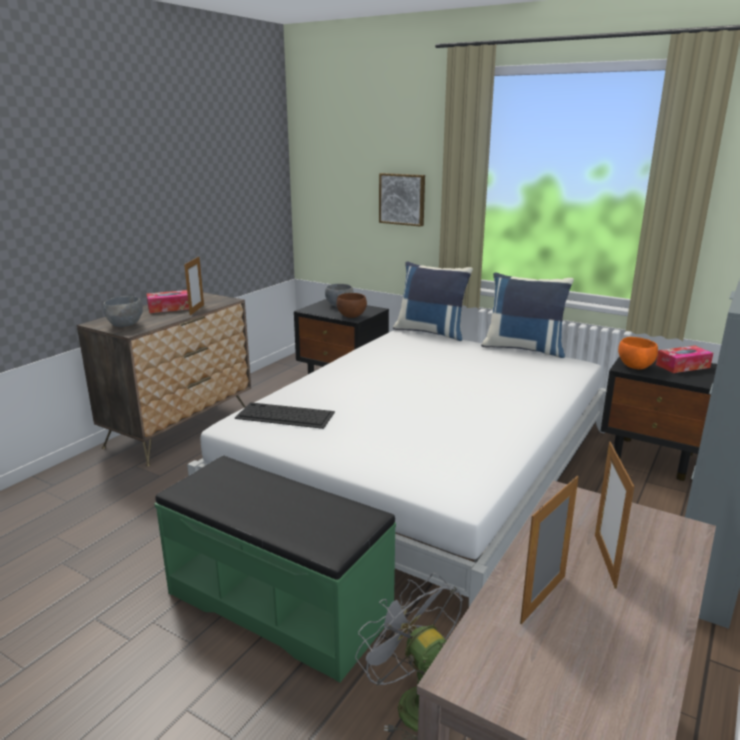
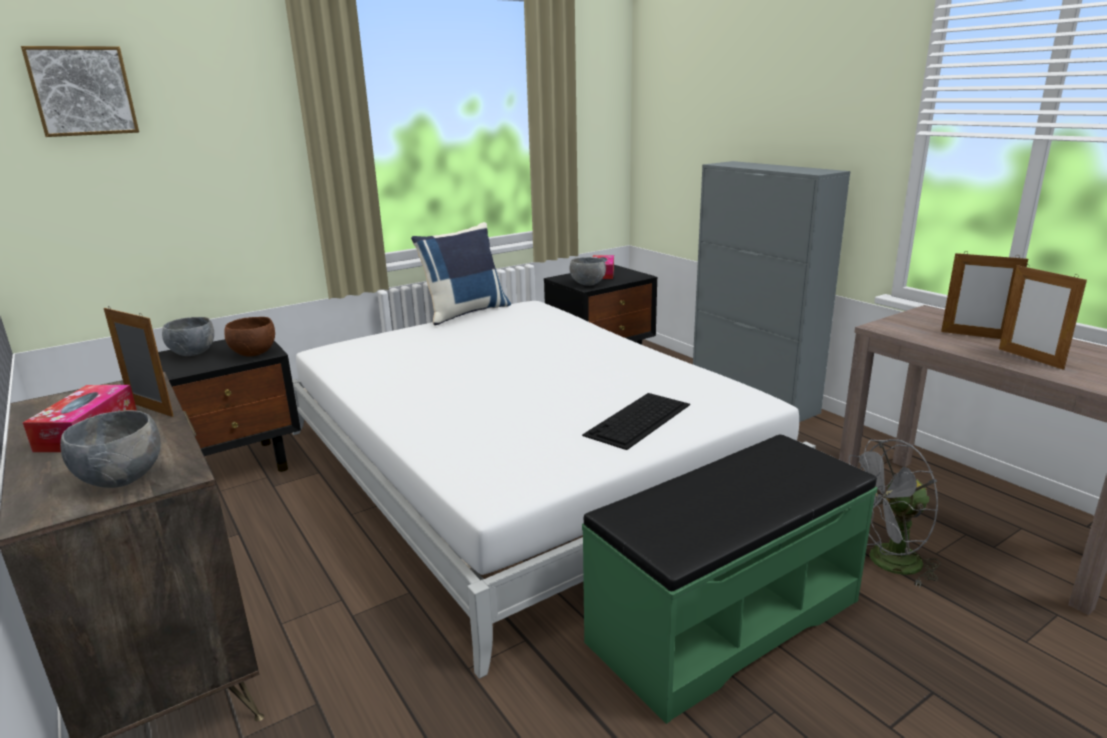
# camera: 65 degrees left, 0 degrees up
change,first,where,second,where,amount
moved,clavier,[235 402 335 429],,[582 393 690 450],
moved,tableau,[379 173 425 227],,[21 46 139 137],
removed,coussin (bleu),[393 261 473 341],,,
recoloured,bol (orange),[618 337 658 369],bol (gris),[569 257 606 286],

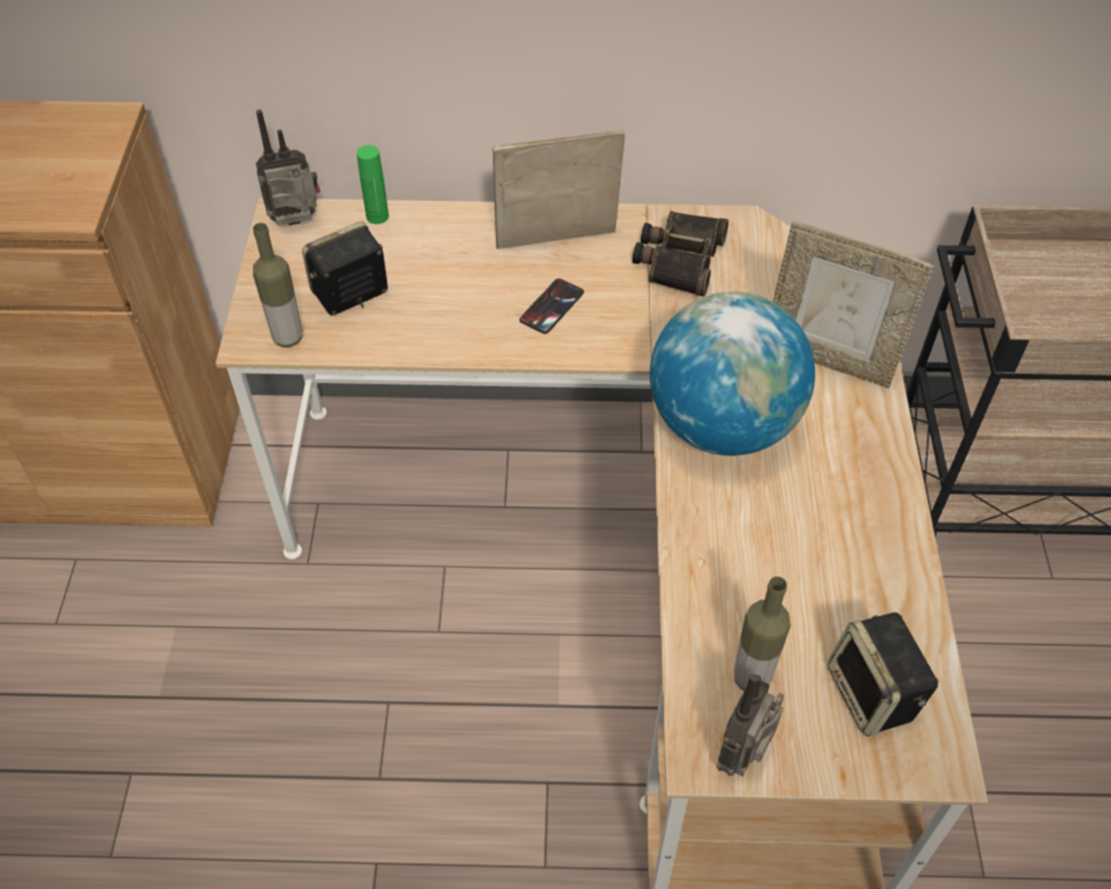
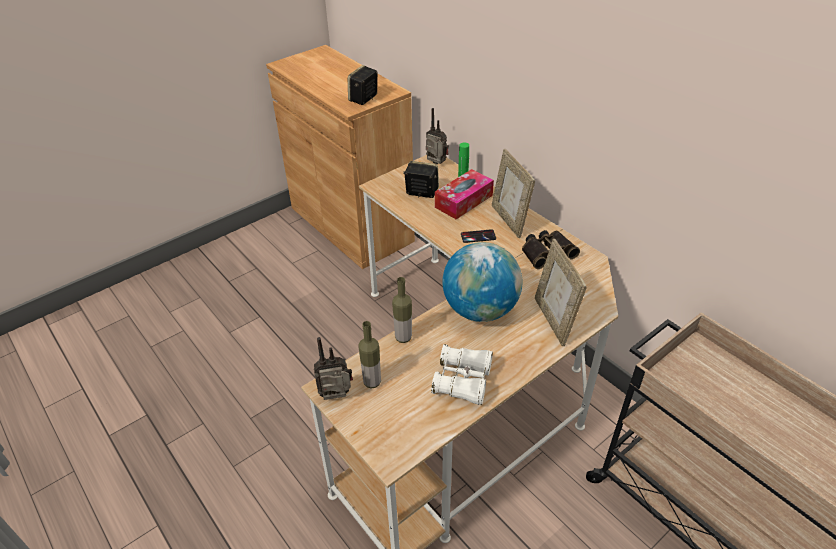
# camera: 50 degrees right, 10 degrees down
change,first,where,second,where,amount
moved,bouteille,[253 223 302 348],,[392 277 412 343],
turned,cadre photo,[493 130 625 249],,[492 149 535 238],150 degrees counterclockwise
moved,enceinte,[828 613 939 736],,[348 65 378 105],
added,,,jumelles (blanc),[431 344 493 405],
added,,,boîte à mouchoirs,[435 169 494 219],

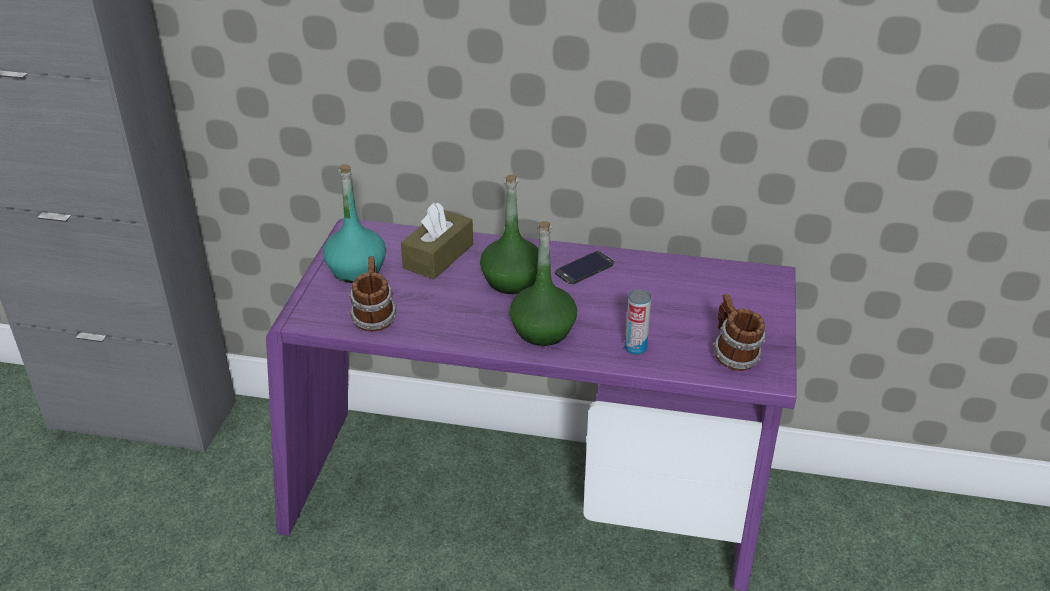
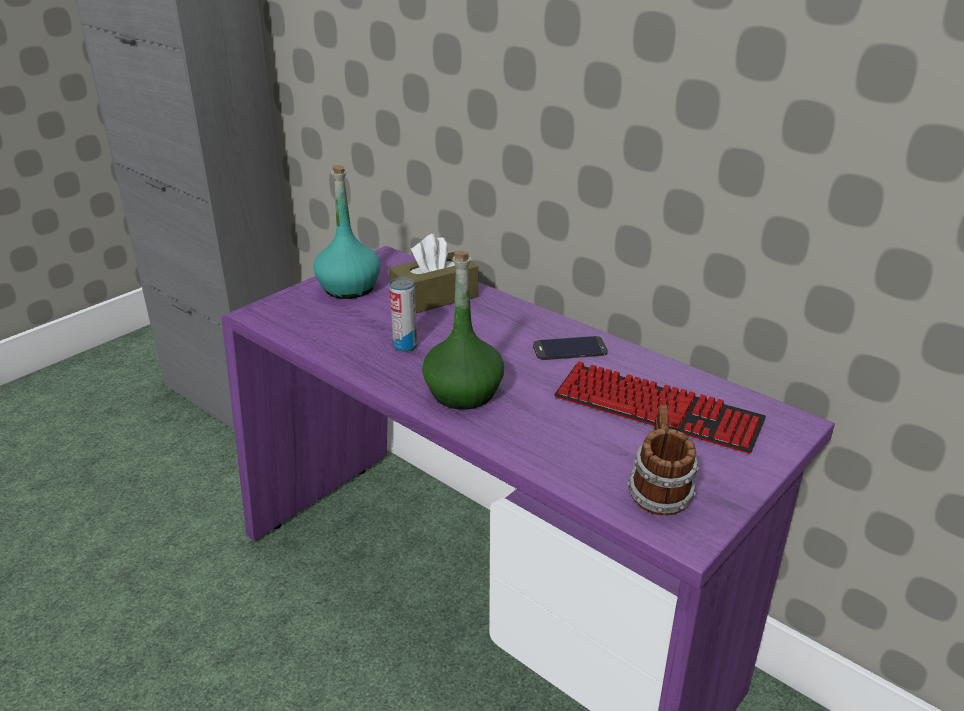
# camera: 30 degrees right, 5 degrees down
change,first,where,second,where,amount
removed,mug,[349 256 396 332],,,
removed,bouteille (vert),[480 174 538 294],,,
moved,boîte métallique,[625 289 651 355],,[389 277 417 352],
added,,,clavier,[554 361 766 454],

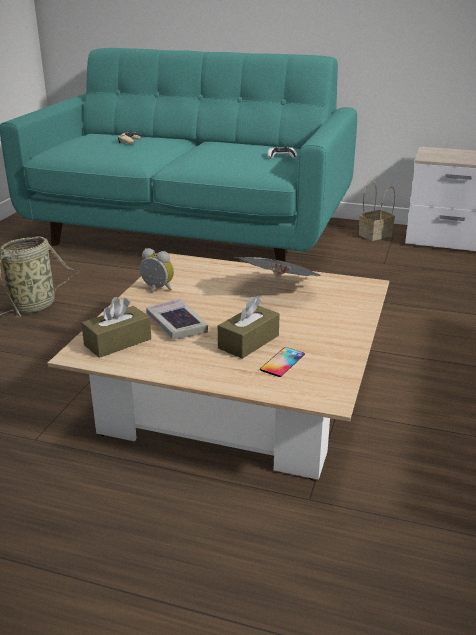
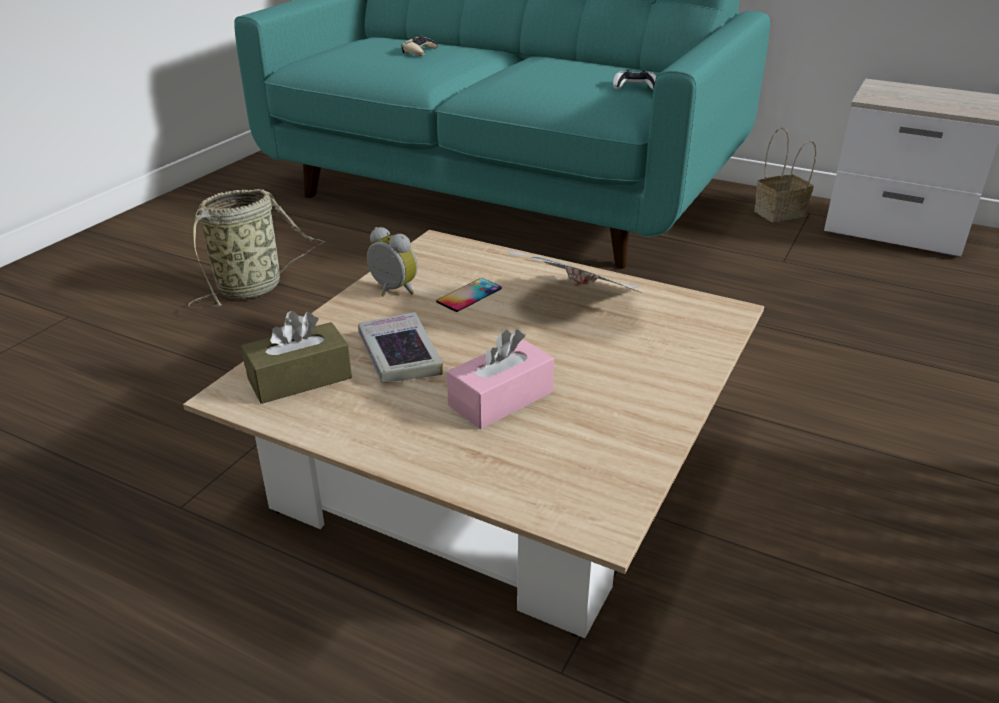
# camera: 10 degrees right, 5 degrees up
change,first,where,second,where,amount
recoloured,boîte à mouchoirs (marron),[218 296 280 359],boîte à mouchoirs (rose),[447 329 554 429],
moved,téléphone,[260 347 305 377],,[436 278 502 312],

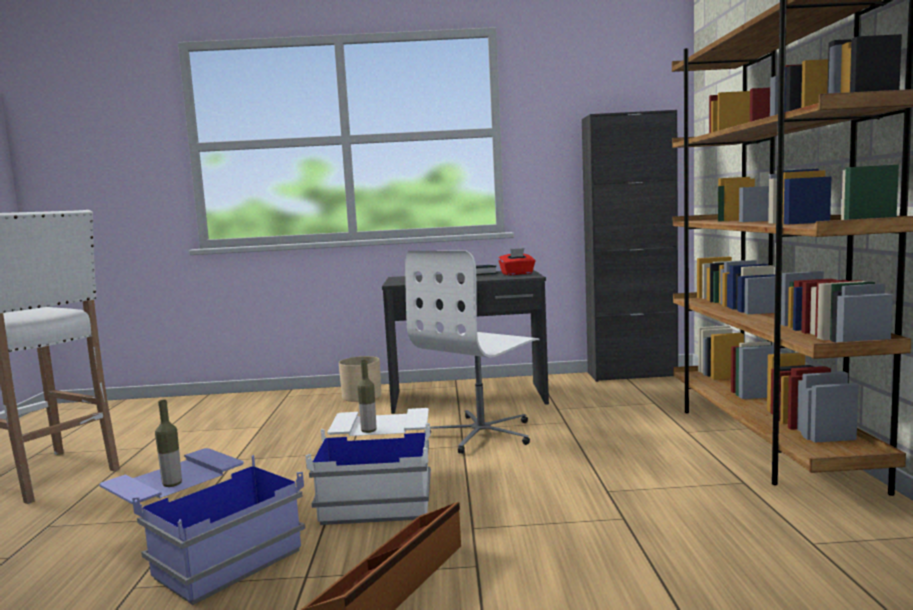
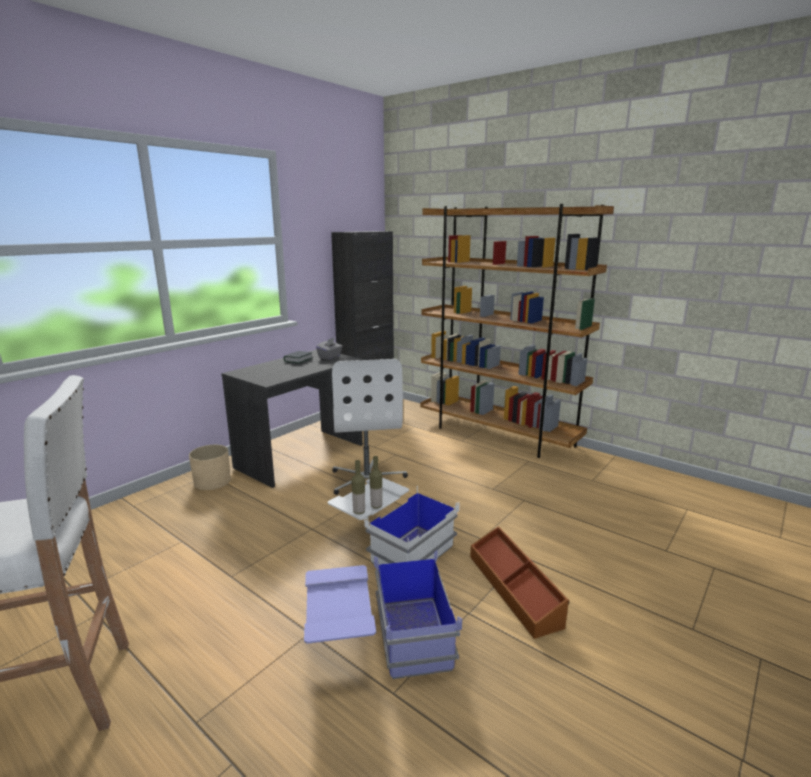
# camera: 50 degrees left, 10 degrees up
change,first,where,second,where,amount
moved,bouteille,[155 400 182 487],,[351 460 365 514],
recoloured,boîte à mouchoirs (rouge),[498 248 536 275],boîte à mouchoirs (gris),[316 337 342 360],

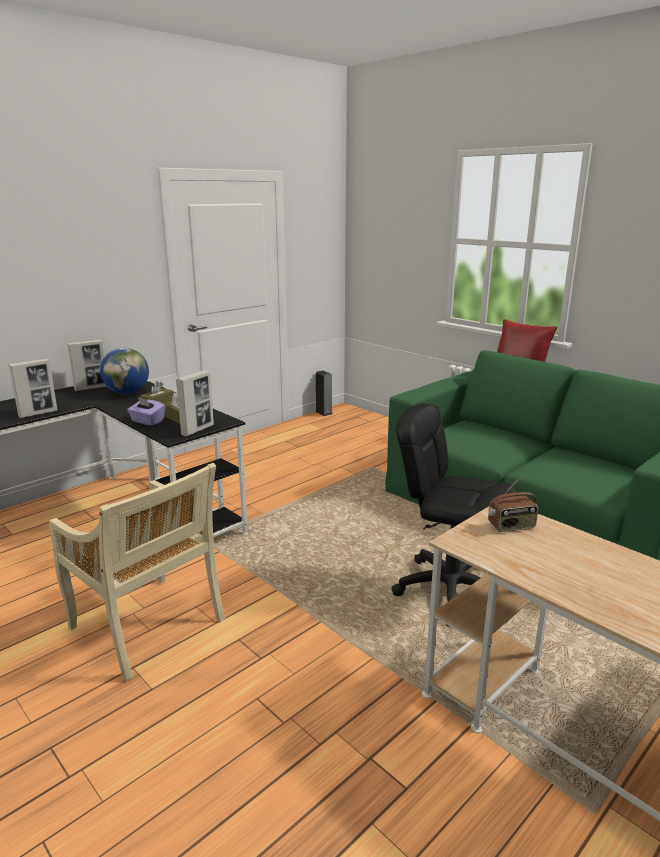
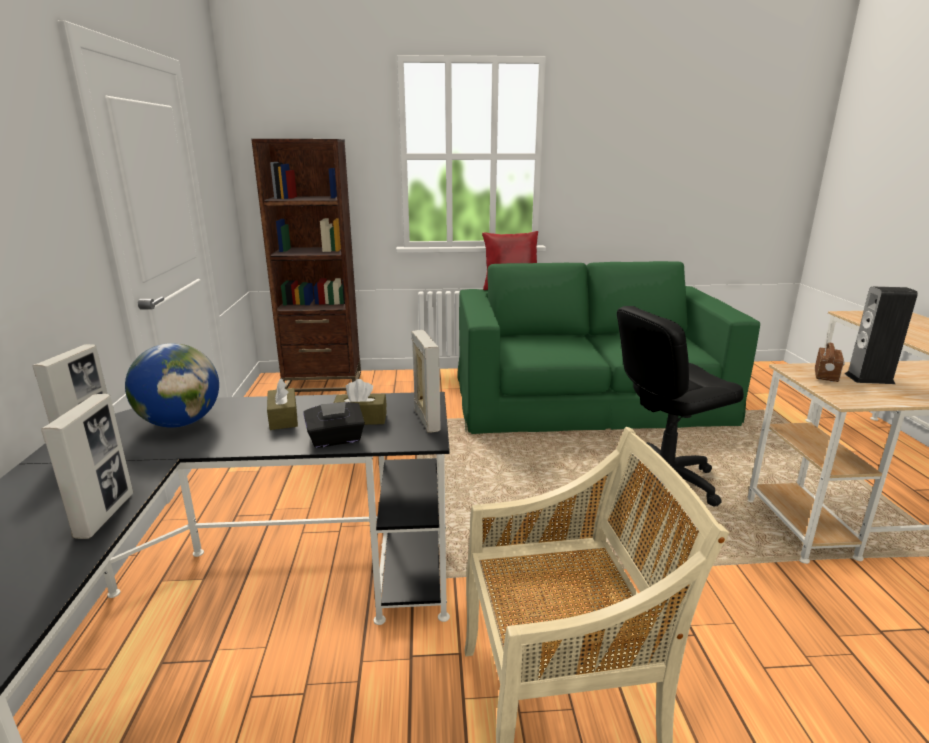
# camera: 50 degrees left, 0 degrees up
change,first,where,second,where,amount
recoloured,boîte à mouchoirs (violet),[127 397 165 426],boîte à mouchoirs (noir),[303 402 365 448],
moved,enceinte,[315 370 333 416],,[845 286 918 384],
added,,,bibliothèque (marron),[251 139 361 392],

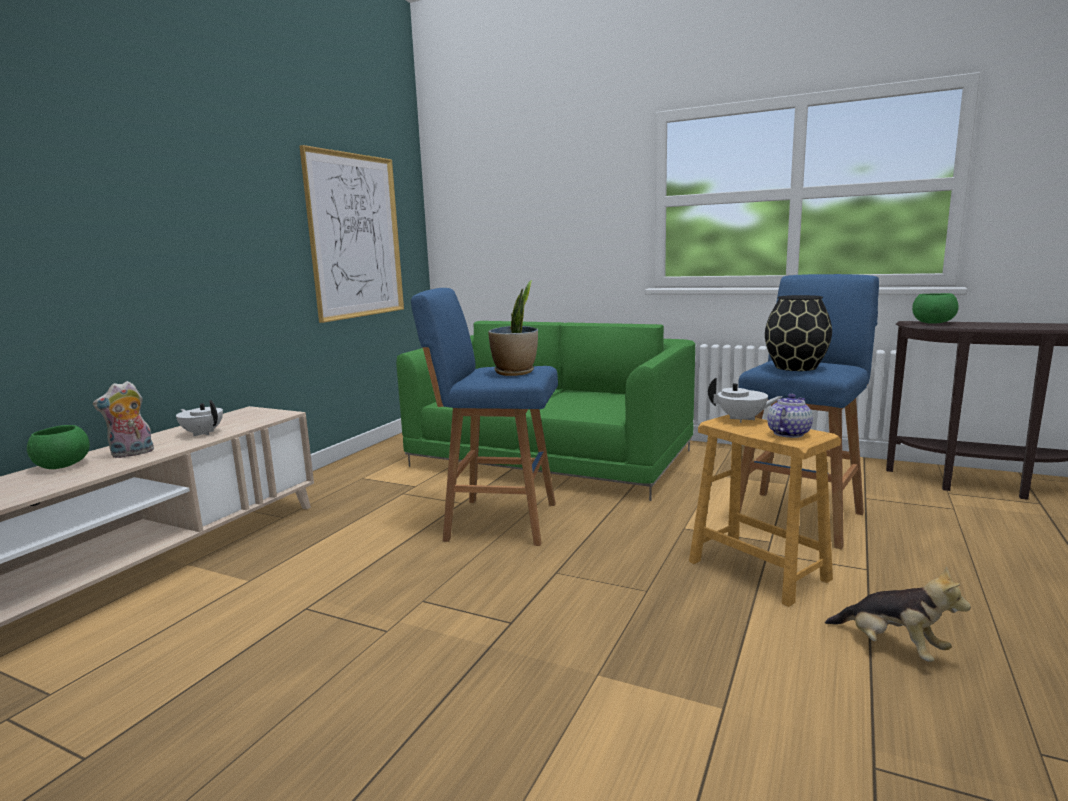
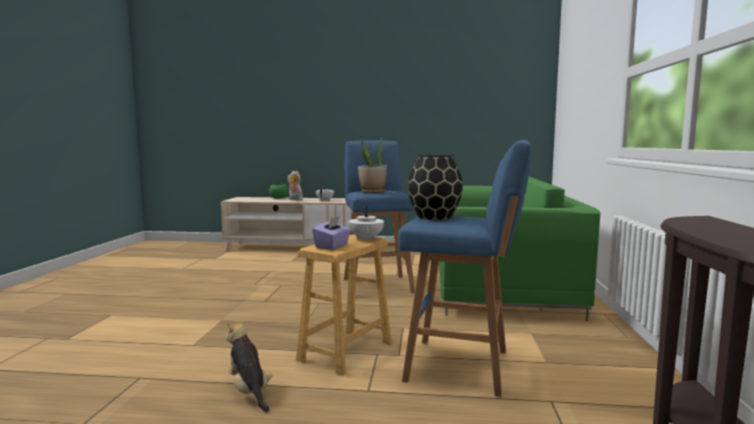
# camera: 70 degrees right, 5 degrees down
change,first,where,second,where,amount
removed,tableau,[299 145 404 323],,,
replaced,théière,[767 394 813 438],boîte à mouchoirs (violet),[312 216 351 250],
turned,peluche,[825 567 971 662],,[225 318 273 412],120 degrees clockwise
removed,bol (vert),[912 293 959 324],,,

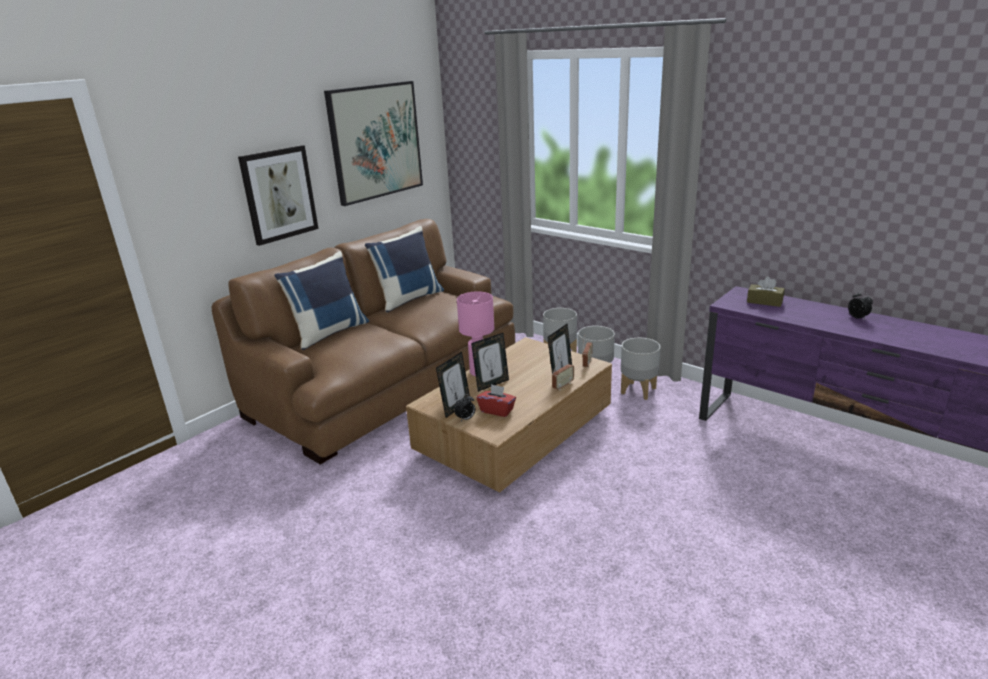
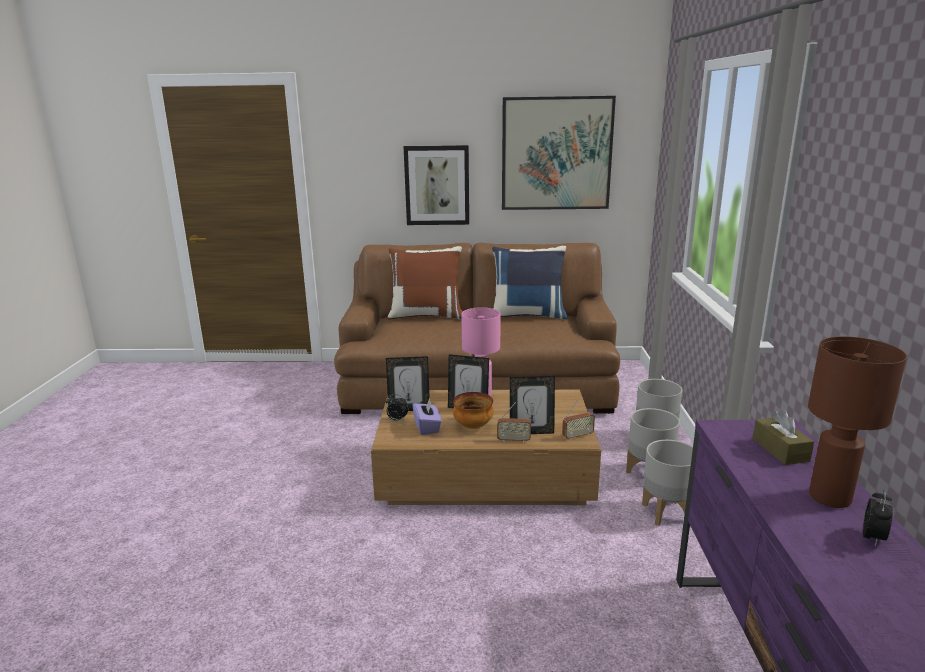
# camera: 50 degrees right, 5 degrees down
change,first,where,second,where,amount
recoloured,coussin (bleu),[274 251 369 350],coussin (marron),[387 246 463 320],
recoloured,boîte à mouchoirs (rouge),[477 384 516 417],boîte à mouchoirs (violet),[412 399 442 435],
added,,,bol,[453 392 494 429],
added,,,lampe de table (marron),[808 336 907 508],

